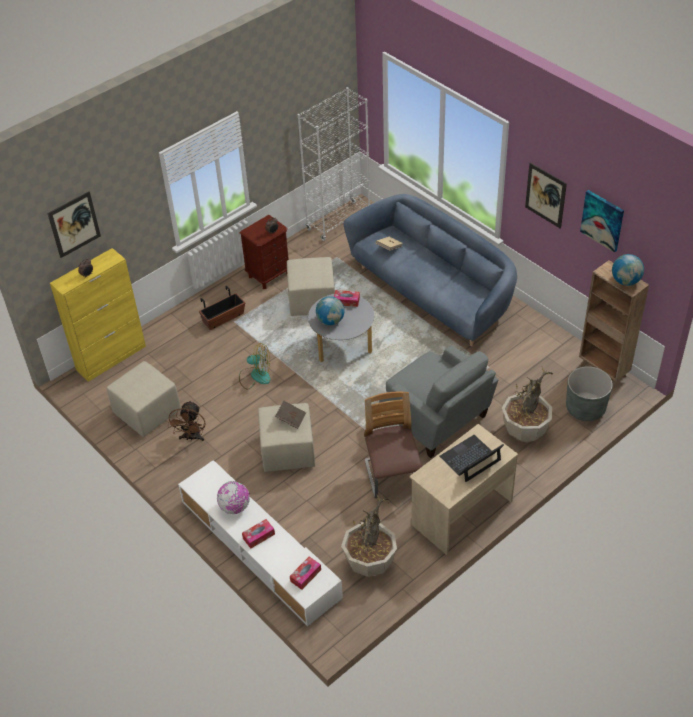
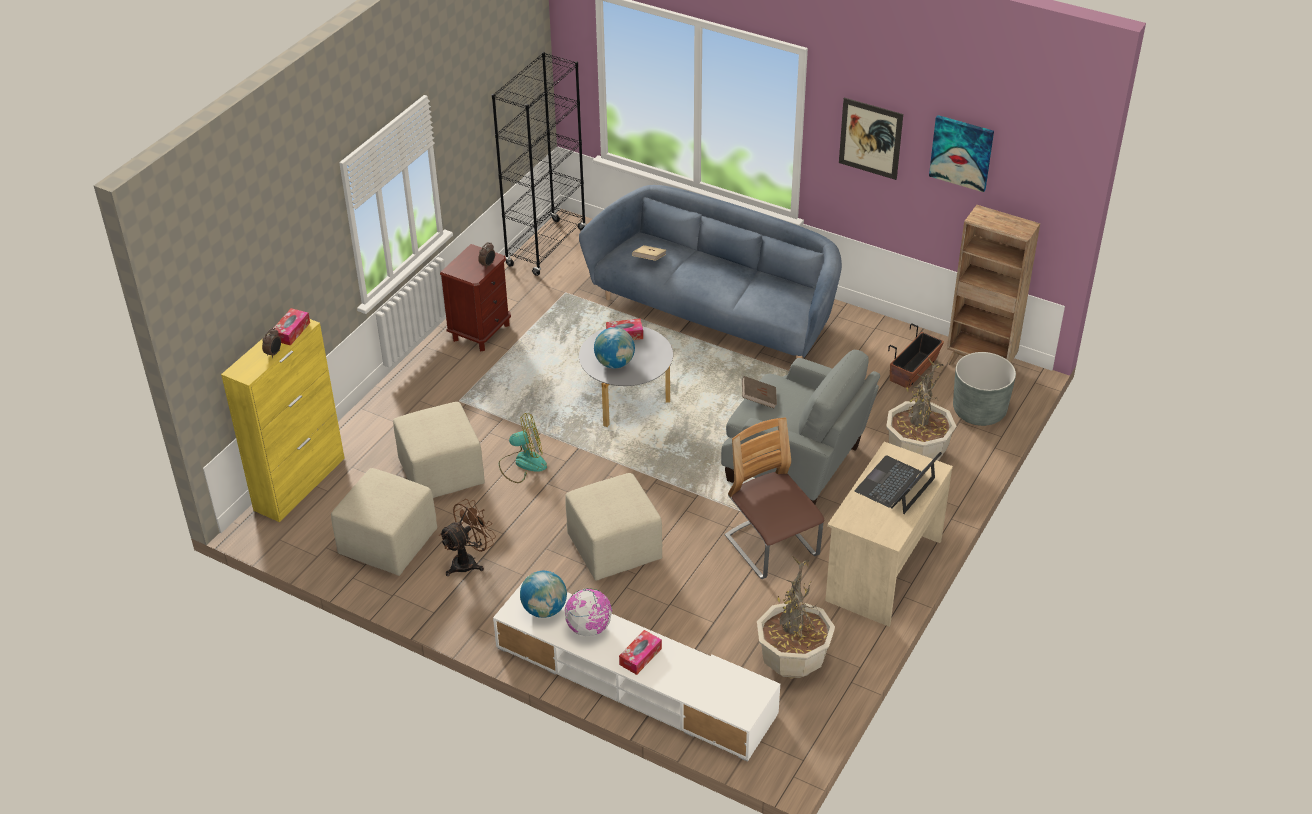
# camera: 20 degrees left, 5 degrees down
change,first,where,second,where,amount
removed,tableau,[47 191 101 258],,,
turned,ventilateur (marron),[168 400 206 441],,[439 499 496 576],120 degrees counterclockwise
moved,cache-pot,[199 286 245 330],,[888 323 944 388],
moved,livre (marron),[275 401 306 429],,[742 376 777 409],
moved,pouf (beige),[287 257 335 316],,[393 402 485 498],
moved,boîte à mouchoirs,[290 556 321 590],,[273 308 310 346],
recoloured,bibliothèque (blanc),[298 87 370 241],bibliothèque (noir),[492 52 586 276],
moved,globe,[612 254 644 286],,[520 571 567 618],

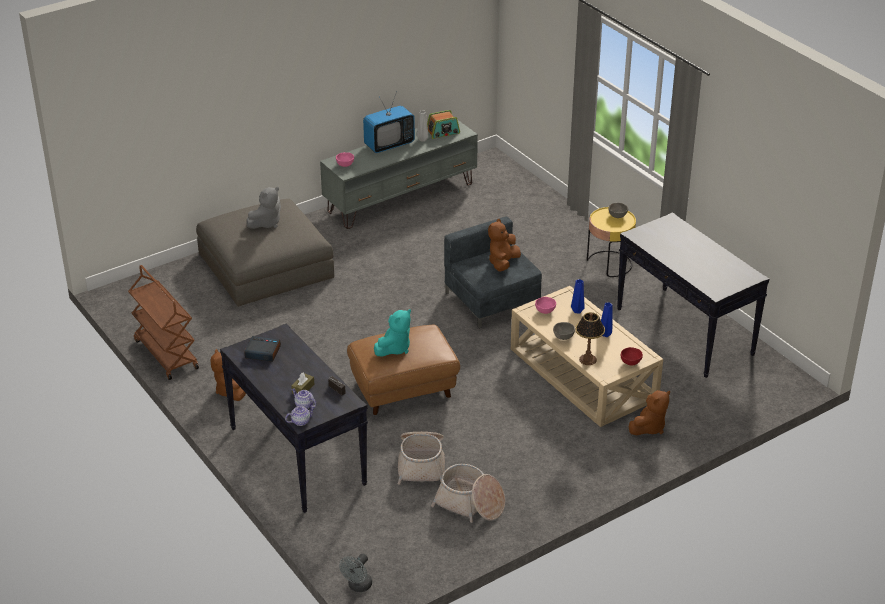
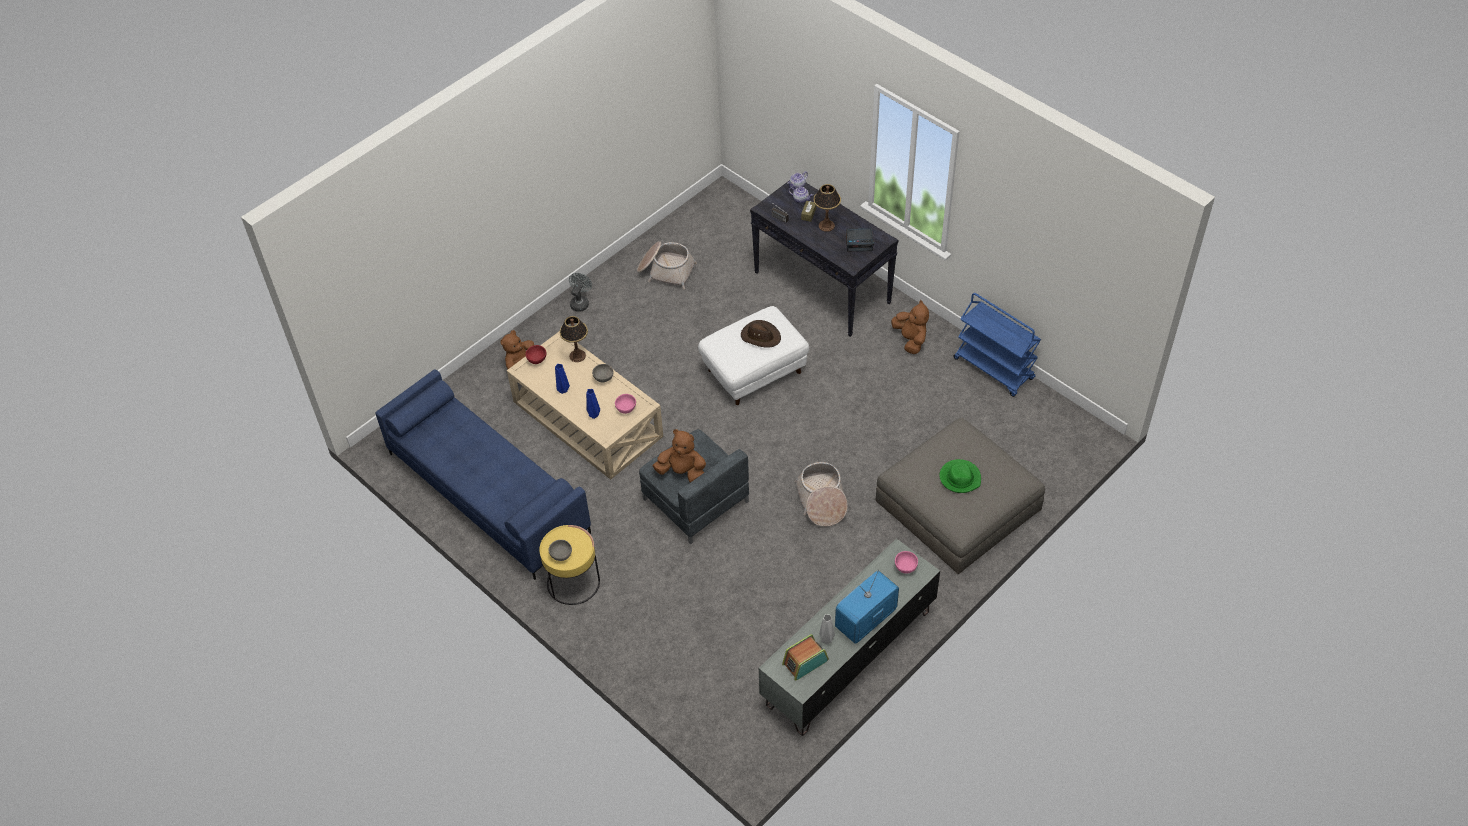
# camera: 170 degrees right, 15 degrees up
change,first,where,second,where,amount
recoloured,chariot (marron),[128 265 199 380],chariot (bleu),[953 293 1041 397],
replaced,peluche (gris),[246 187 281 229],chapeau (vert),[940 459 981 493],
moved,ventilateur (gris),[339 553 372 592],,[569 273 592 312],
recoloured,pouf (marron),[347 325 460 415],pouf (blanc),[698 306 809 405],
replaced,peluche (turquoise),[374 309 411 357],chapeau (marron),[741 320 781 348],
moved,panier,[398 432 445 485],,[794 462 848 527],
turned,peluche (marron),[488 219 521 272],,[653 429 706 483],90 degrees counterclockwise
replaced,table console (noir),[617 212 769 378],canapé (bleu),[376 369 591 580],
added,,,lampe de table,[814 184 841 232],

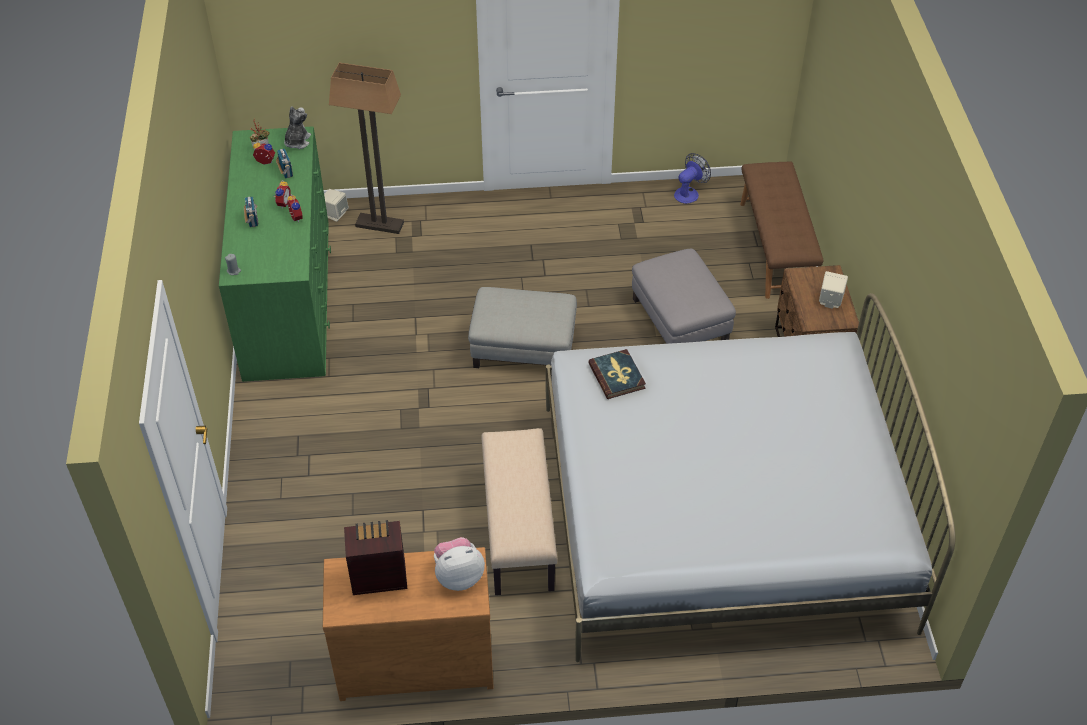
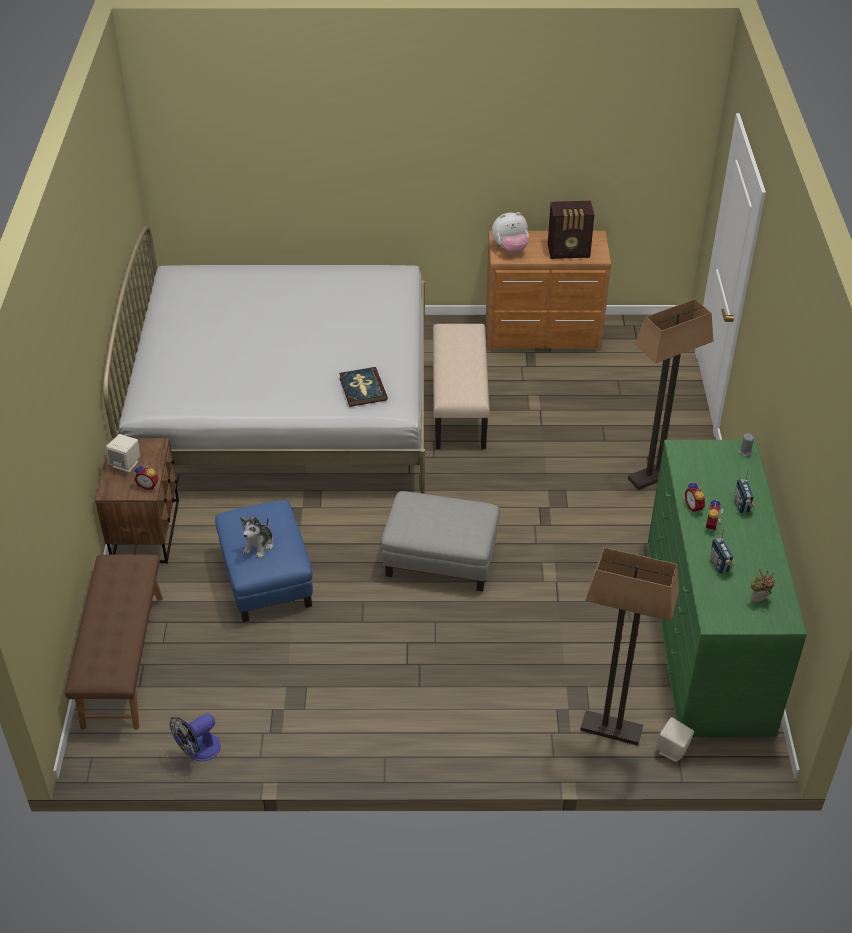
# camera: 175 degrees left, 5 degrees down
change,first,where,second,where,amount
moved,réveil,[253 140 275 165],,[134 465 159 490],
moved,peluche,[284 106 311 149],,[240 517 274 559],
recoloured,pouf (gris),[632 249 736 344],pouf (bleu),[215 500 313 622],
added,,,lampadaire,[628 299 713 490],

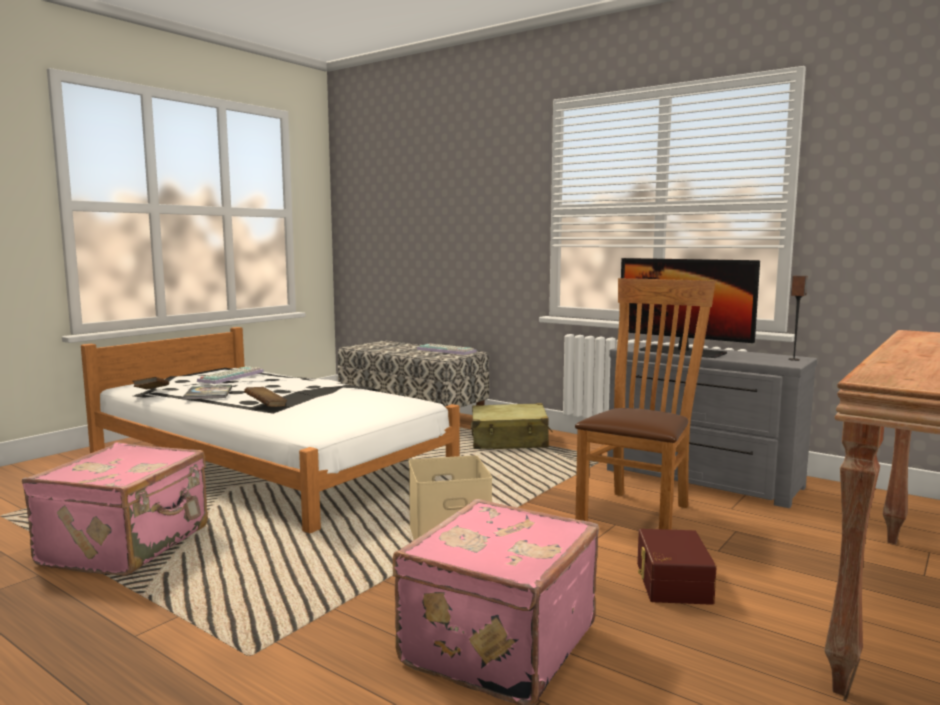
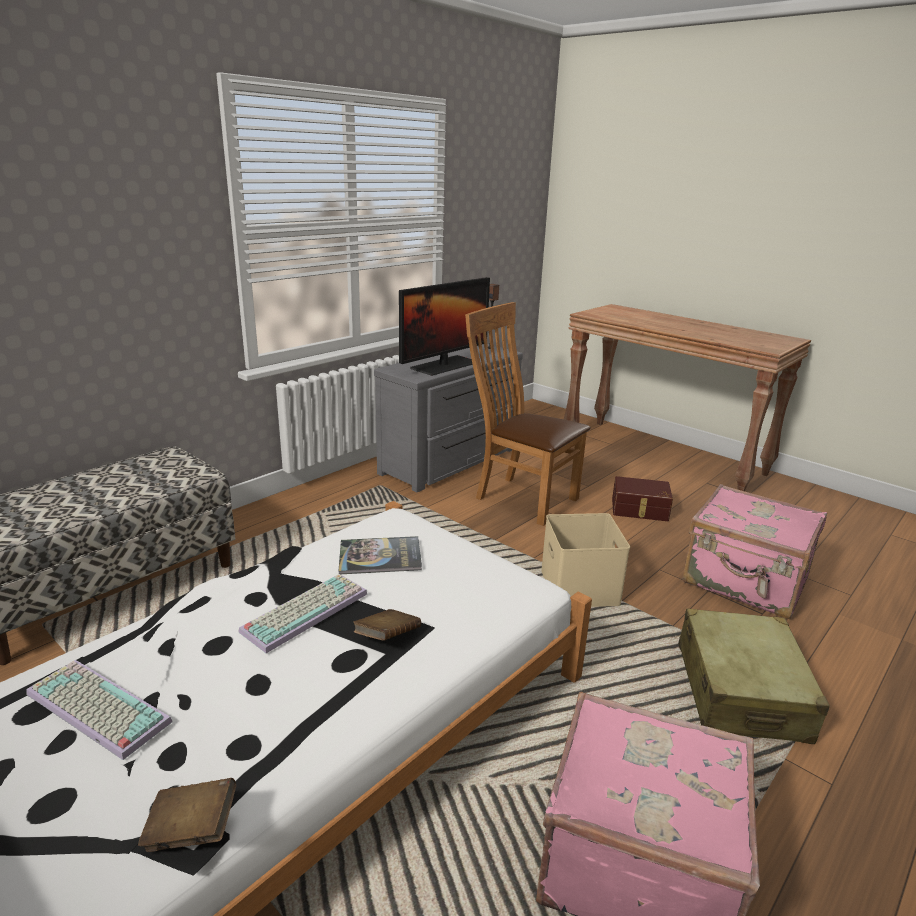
# camera: 85 degrees left, 15 degrees up
change,first,where,second,where,amount
moved,livre,[183 385 232 400],,[339 536 422 574],
moved,clavier,[417 343 477 355],,[238 574 367 653],
moved,valise (beige),[471 403 553 449],,[678 609 830 744],

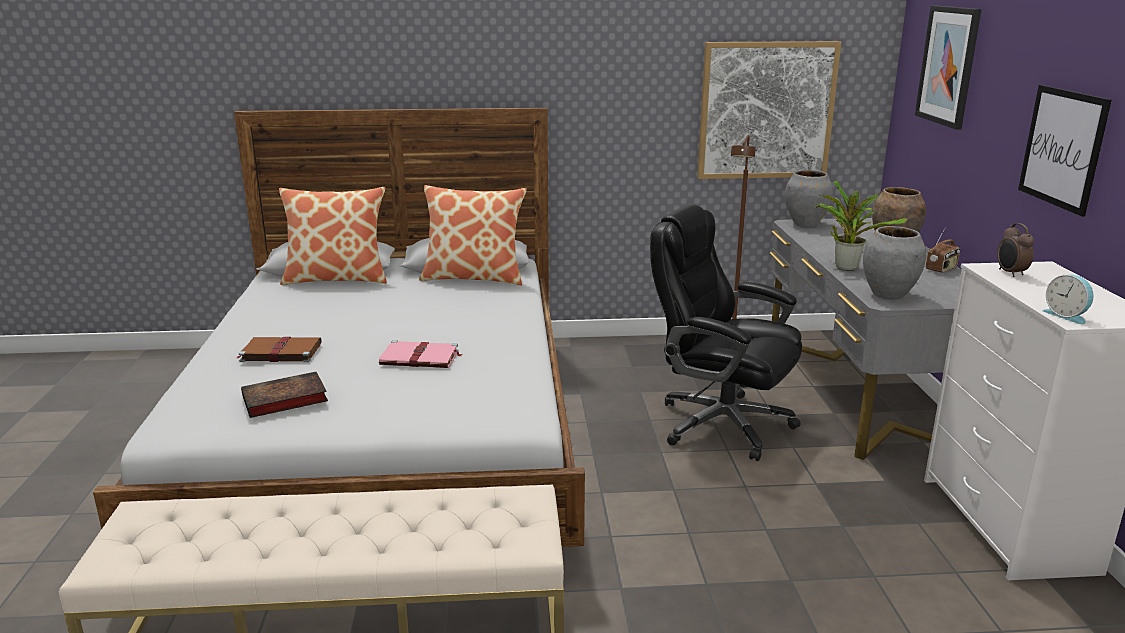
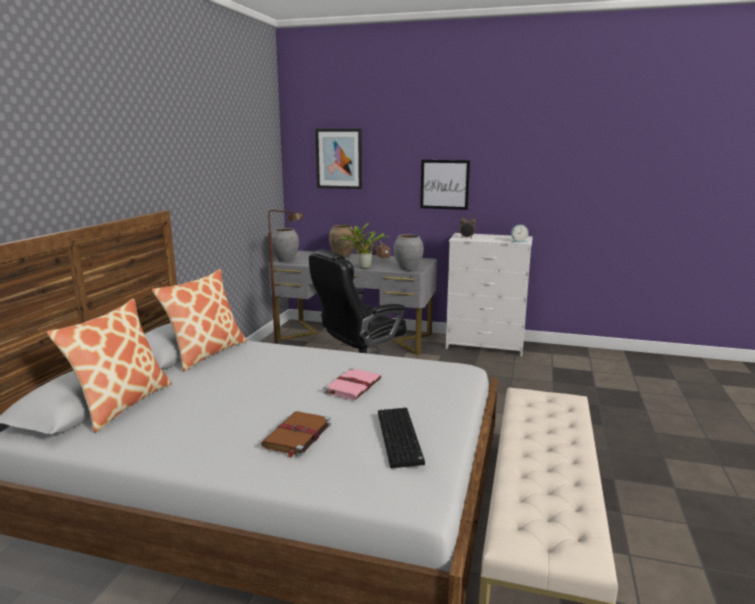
# camera: 70 degrees left, 5 degrees down
change,first,where,second,where,amount
replaced,livre,[241 372 328 418],clavier,[378 408 425 468],
removed,tableau,[697 41 841 179],,,

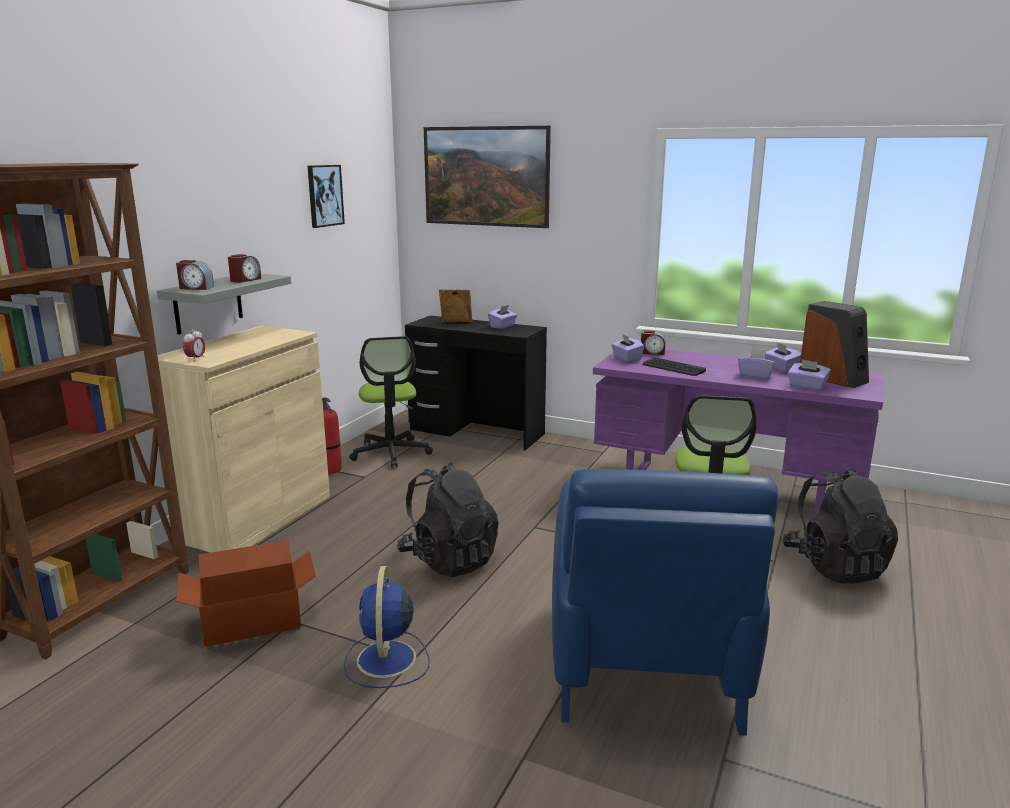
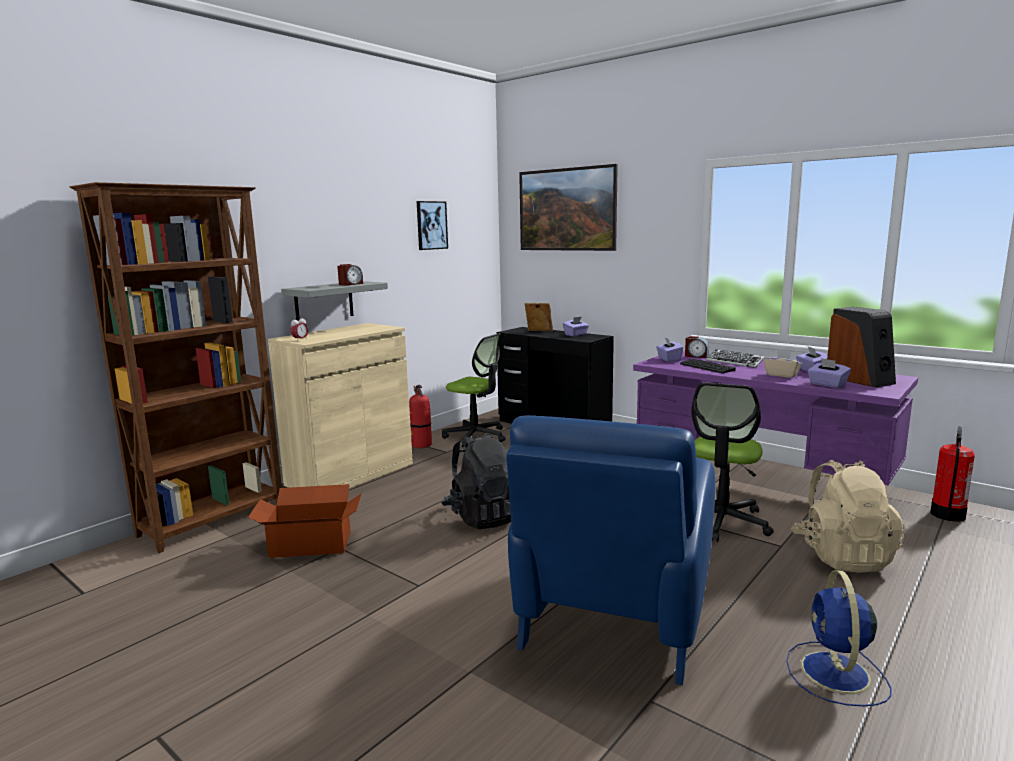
# camera: 15 degrees right, 5 degrees down
change,first,where,second,where,amount
removed,réveil,[176 260 214 290],,,
moved,ventilateur (bleu),[344 566 430 688],,[786 570 891 706],
turned,chaise de bureau,[349 336 433 468],,[442 333 506 447],60 degrees counterclockwise
recoloured,boîte à mouchoirs (violet),[738 348 776 379],boîte à mouchoirs (beige),[764 350 802 378],
recoloured,sac à dos (noir),[782 468 898 583],sac à dos (beige),[791 460 905 573],
added,,,clavier,[706 349 765 368],
added,,,extincteur,[930 426 975 522],

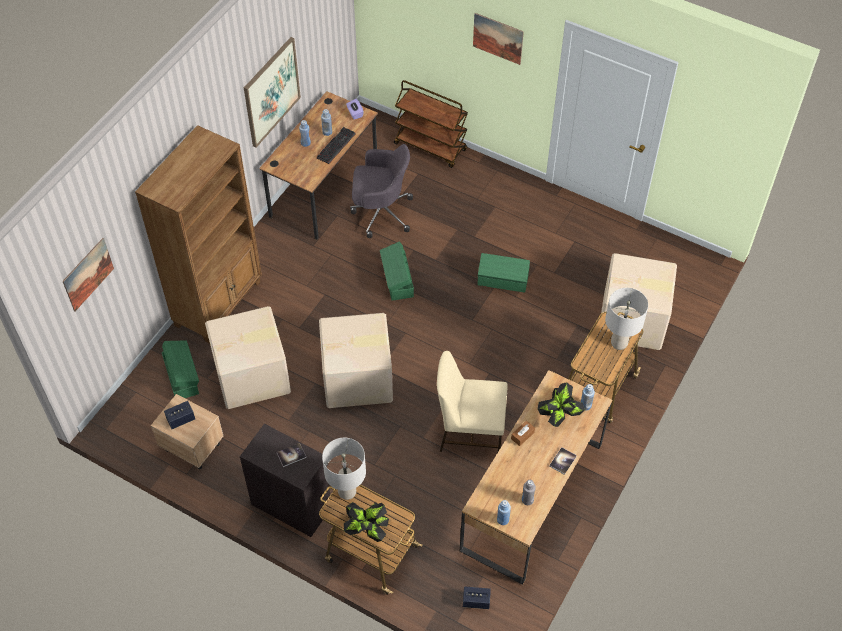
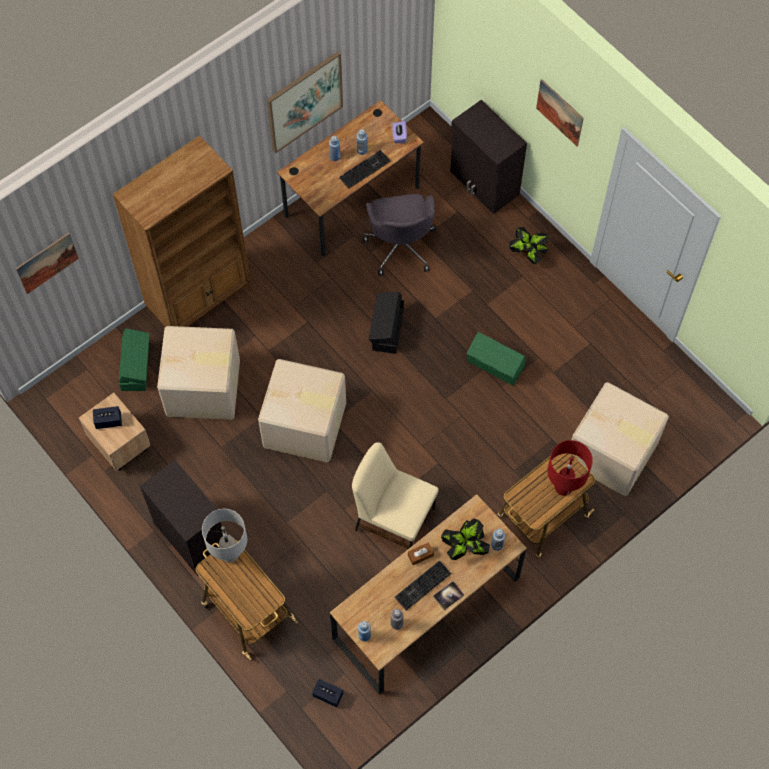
# camera: 20 degrees right, 10 degrees up
change,first,where,second,where,amount
removed,livre,[277 443 306 467],,,
moved,plante en pot,[344 502 389 542],,[509 226 549 264],
turned,chaise de bureau (gris),[350 144 413 238],,[363 194 436 276],60 degrees clockwise
recoloured,boîte de rangement (vert),[380 242 414 301],boîte de rangement (noir),[369 292 404 354],
replaced,chariot (marron),[394 80 468 168],meuble de rangement (noir),[450 100 527 214],
recoloured,lampe de table (gris),[605 288 648 350],lampe de table (rouge),[547 440 593 496],
added,,,clavier,[394 560 451 611],

